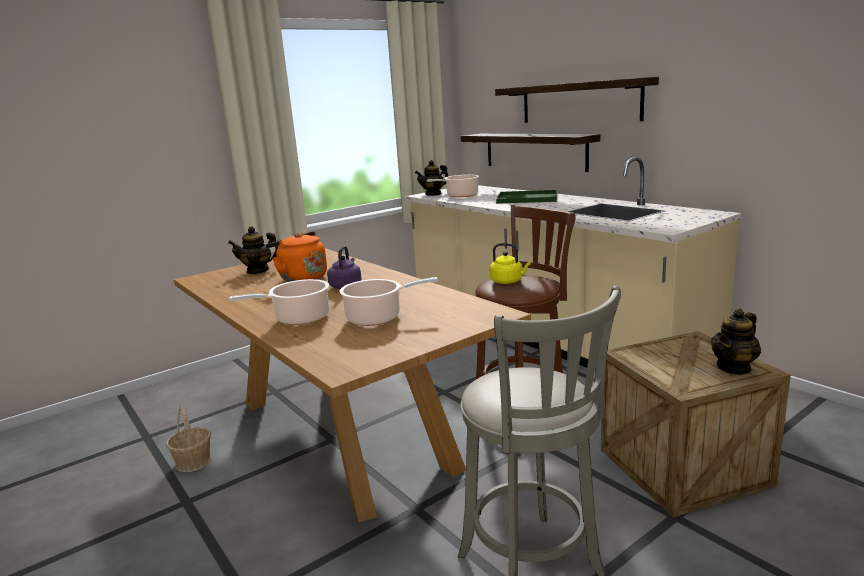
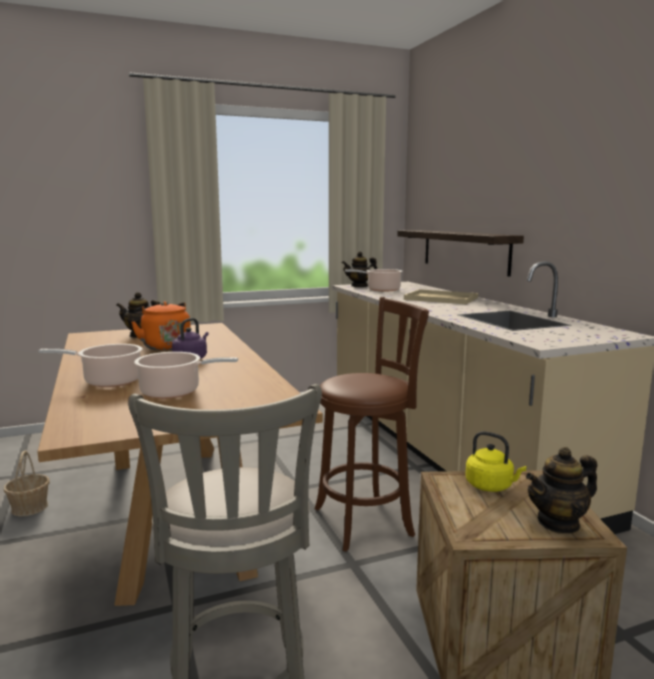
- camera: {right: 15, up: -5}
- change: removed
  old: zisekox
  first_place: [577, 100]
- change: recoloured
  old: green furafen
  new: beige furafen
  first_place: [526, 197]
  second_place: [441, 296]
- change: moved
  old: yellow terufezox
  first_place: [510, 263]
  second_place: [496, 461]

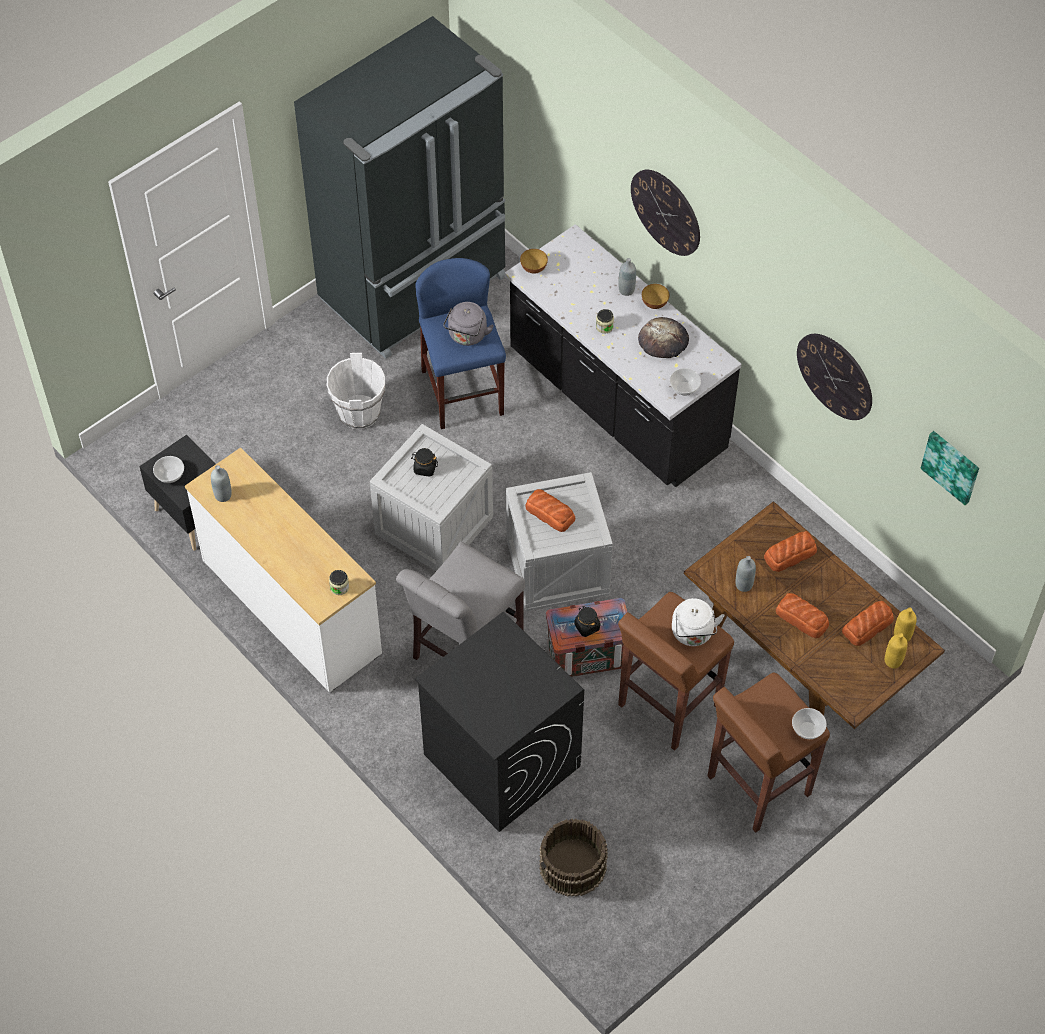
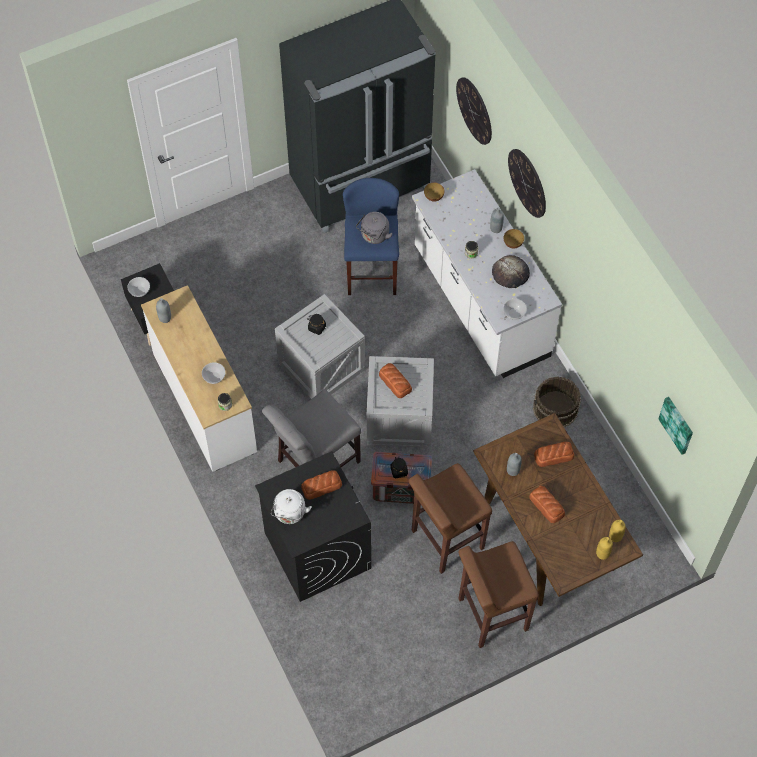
- camera: {right: 15, up: 5}
- change: recoloured
  old: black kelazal
  new: white kelazal
  first_place: [623, 355]
  second_place: [487, 273]
- change: moved
  old: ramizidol
  first_place: [834, 377]
  second_place: [474, 111]
- change: removed
  old: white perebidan
  first_place: [356, 391]
- change: moved
  old: white terufezox
  first_place: [698, 622]
  second_place: [291, 506]
- change: moved
  old: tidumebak
  first_place: [868, 623]
  second_place: [321, 485]
- change: moved
  old: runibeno
  first_place: [809, 723]
  second_place: [213, 373]
- change: moved
  old: brown perebidan
  first_place: [573, 857]
  second_place: [557, 401]

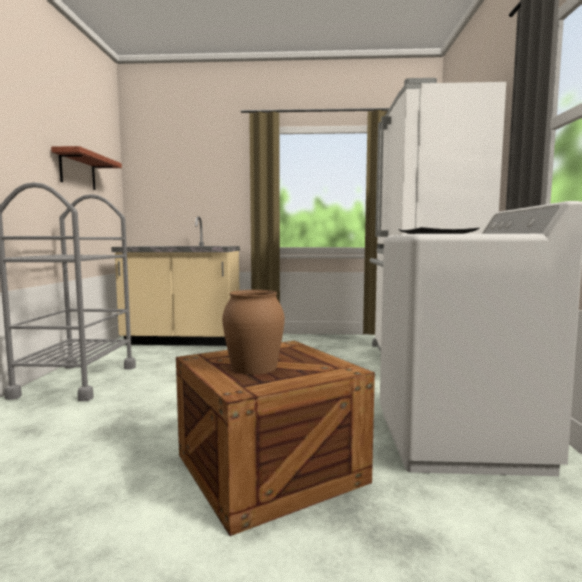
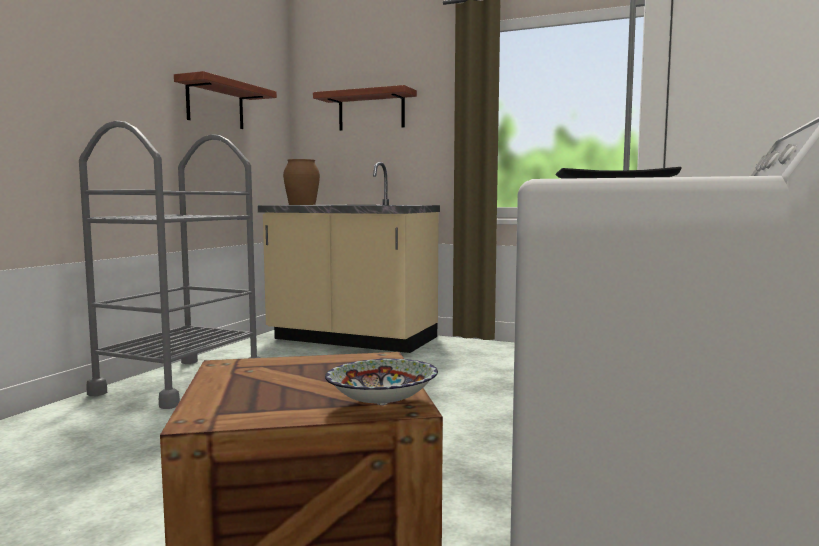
- camera: {right: 20, up: 0}
- change: moved
  old: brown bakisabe
  first_place: [253, 332]
  second_place: [301, 182]
- change: added
  new: zisekox
  second_place: [365, 108]
- change: added
  new: runibeno
  second_place: [381, 382]

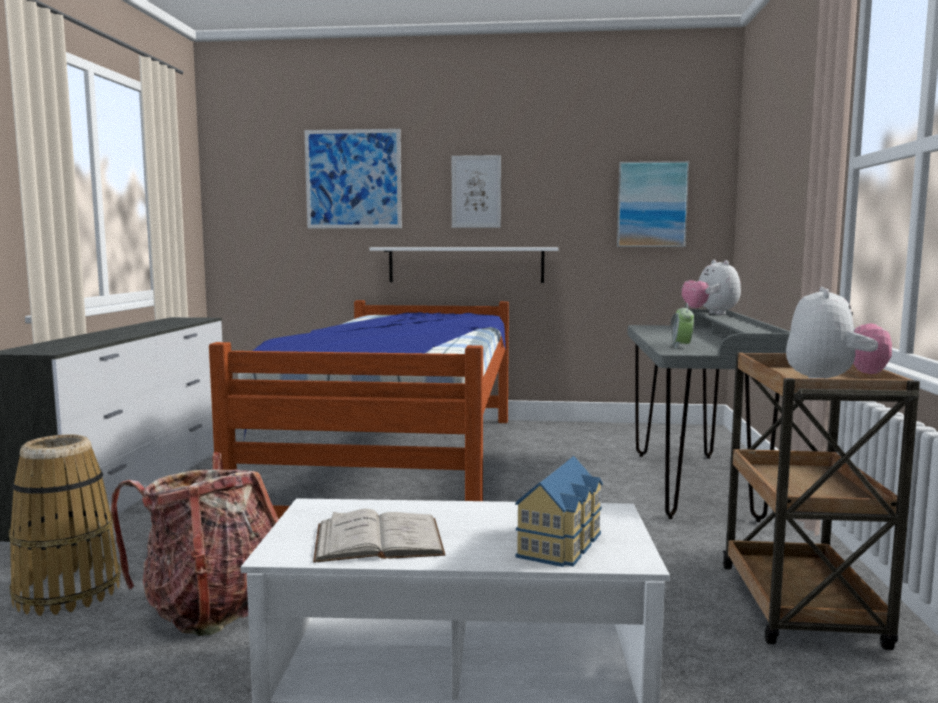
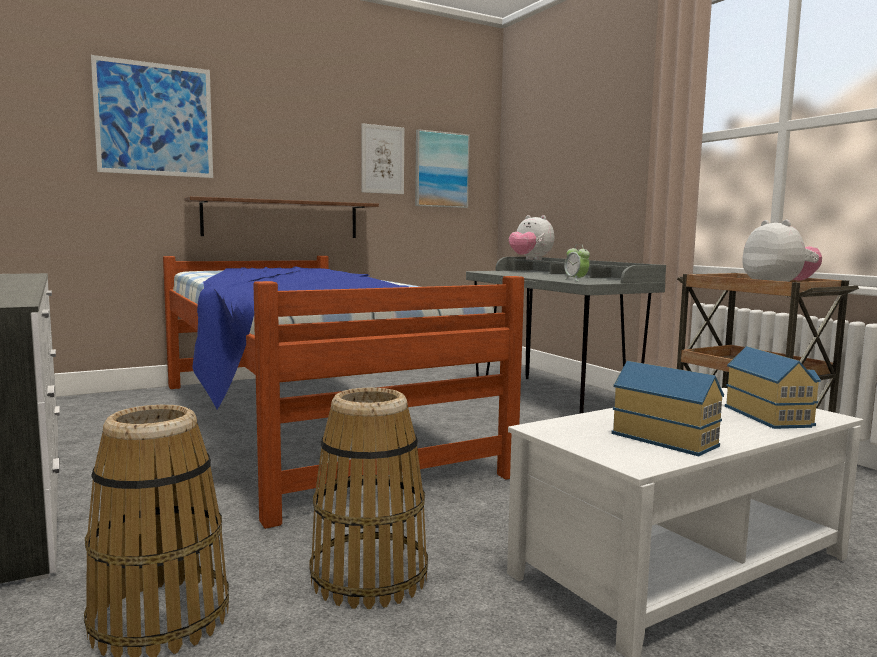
- camera: {right: -35, up: 0}
- change: moved
  old: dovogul
  first_place: [476, 191]
  second_place: [383, 158]
- change: recoloured
  old: white zisekox
  new: brown zisekox
  first_place: [464, 265]
  second_place: [281, 217]
- change: replaced
  old: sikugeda
  new: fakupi
  first_place: [195, 544]
  second_place: [369, 498]
- change: replaced
  old: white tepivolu
  new: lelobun
  first_place: [379, 536]
  second_place: [667, 408]

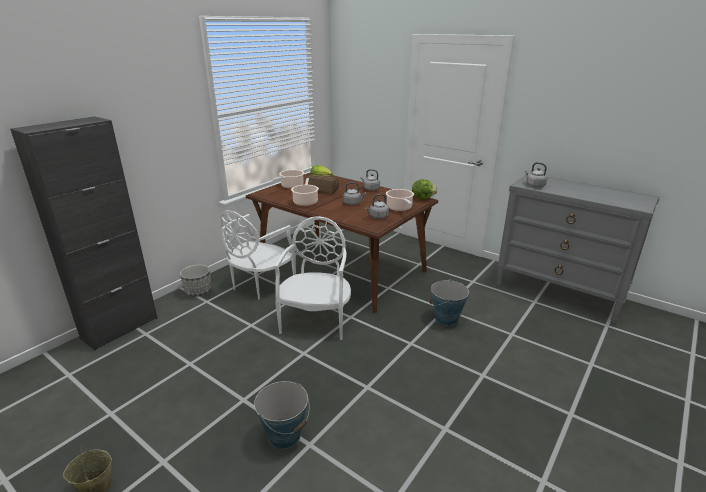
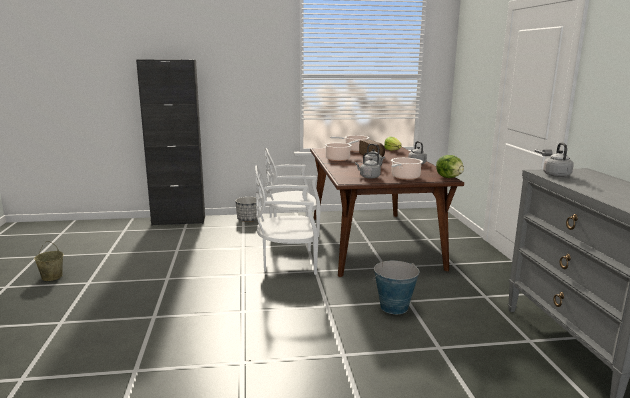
- camera: {right: 45, up: -10}
- change: turned
  old: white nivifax
  first_place: [312, 278]
  second_place: [286, 220]
  degrees: -150
- change: removed
  old: perebidan
  first_place: [282, 415]

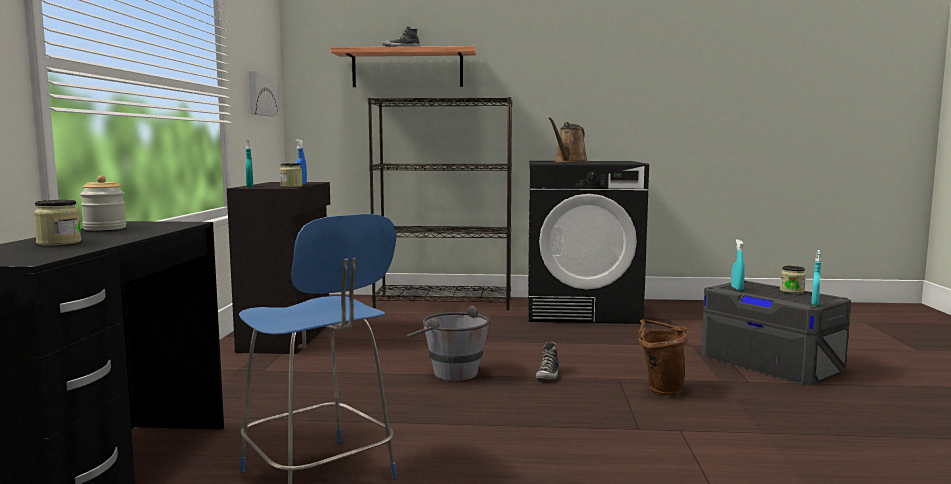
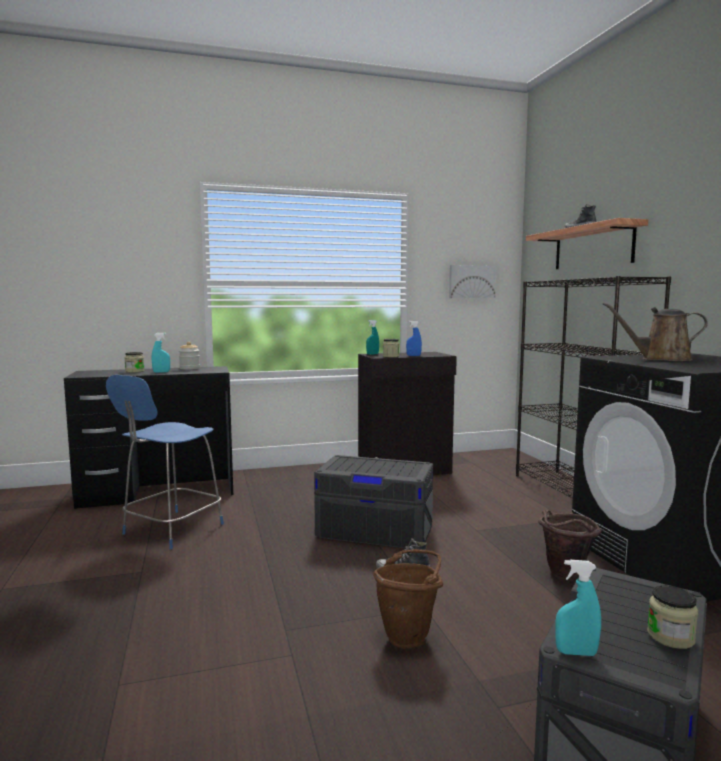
- camera: {right: 70, up: 0}
- change: moved
  old: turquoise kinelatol
  first_place: [738, 264]
  second_place: [161, 353]
- change: replaced
  old: grey perebidan
  new: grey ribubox
  first_place: [448, 343]
  second_place: [373, 501]
- change: added
  new: brown perebidan
  second_place: [569, 544]

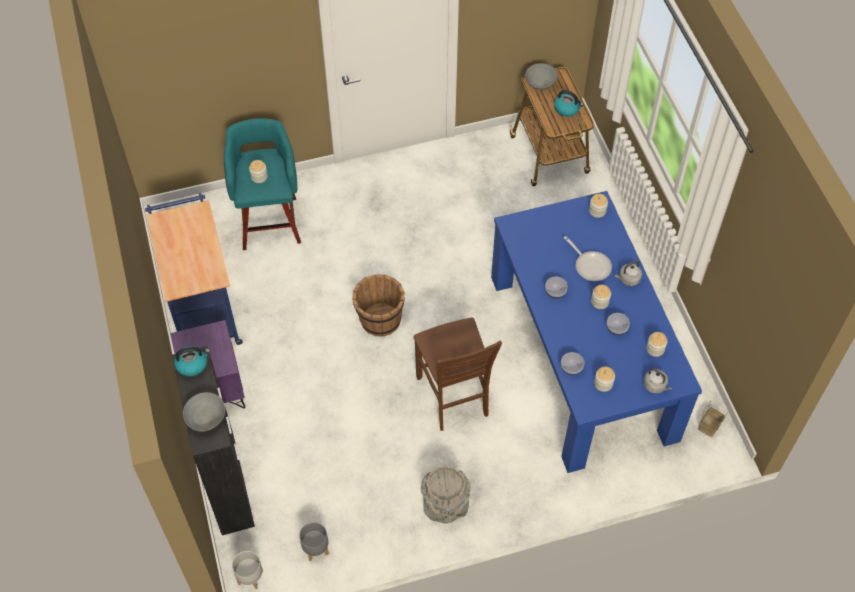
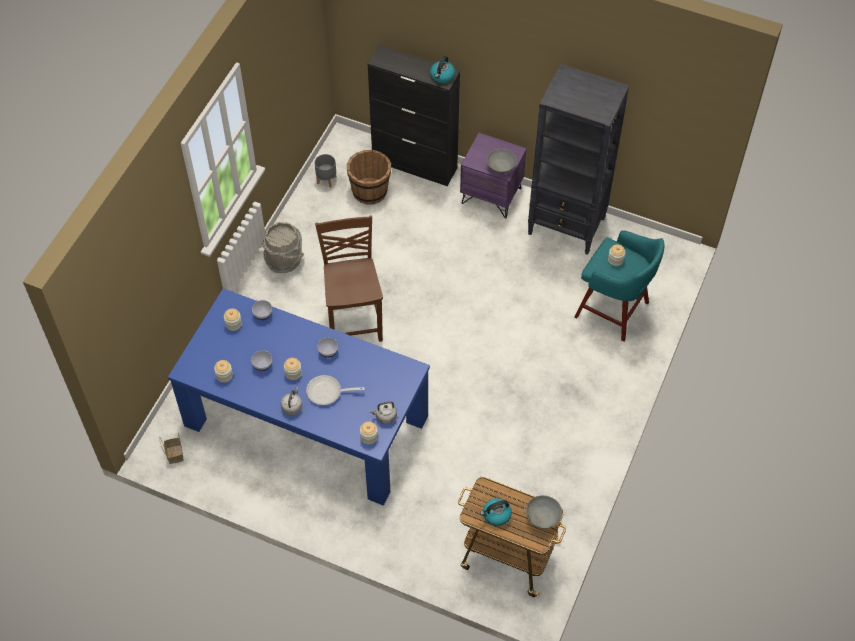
- camera: {right: 130, up: 0}
- change: replaced
  old: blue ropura
  new: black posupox
  first_place: [194, 269]
  second_place: [578, 159]
- change: moved
  old: brown perebidan
  first_place: [378, 305]
  second_place: [369, 177]
- change: turned
  old: brown nivifax
  first_place: [458, 374]
  second_place: [349, 279]
  degrees: 60
- change: moved
  old: grey terufezox
  first_place: [657, 380]
  second_place: [383, 412]
- change: moved
  old: grey runibeno
  first_place: [204, 412]
  second_place: [502, 161]
- change: removed
  old: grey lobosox
  first_place: [247, 570]

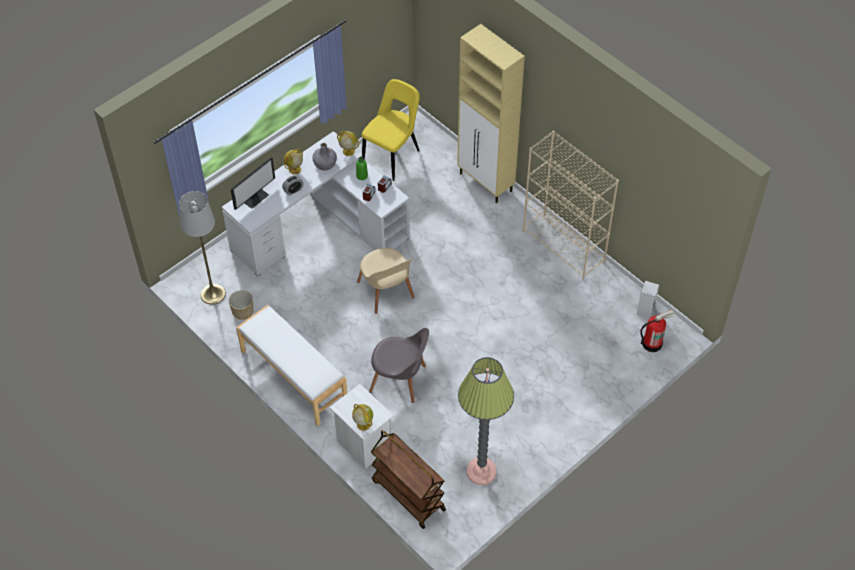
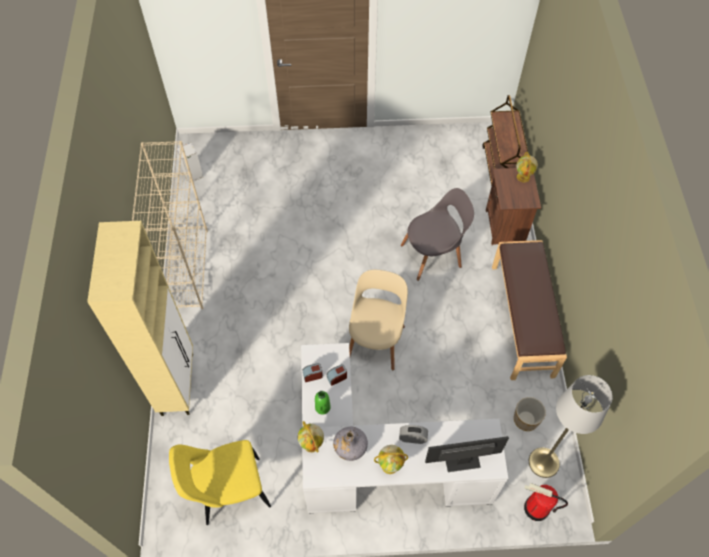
- camera: {right: -140, up: 5}
- change: recoloured
  old: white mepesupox
  new: brown mepesupox
  first_place: [291, 365]
  second_place: [529, 310]
- change: moved
  old: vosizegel
  first_place: [657, 331]
  second_place: [546, 502]
- change: turned
  old: grey nivifax
  first_place: [399, 365]
  second_place: [437, 234]
  degrees: 105
- change: removed
  old: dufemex
  first_place: [486, 421]
- change: recoloured
  old: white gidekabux
  new: brown gidekabux
  first_place: [362, 426]
  second_place: [513, 206]

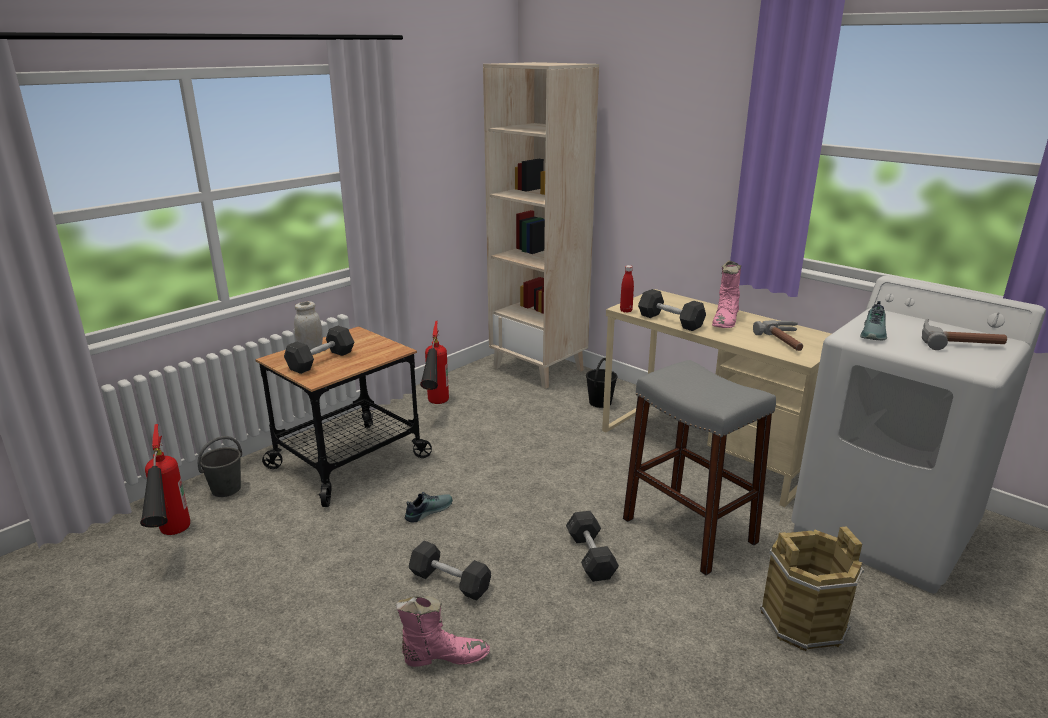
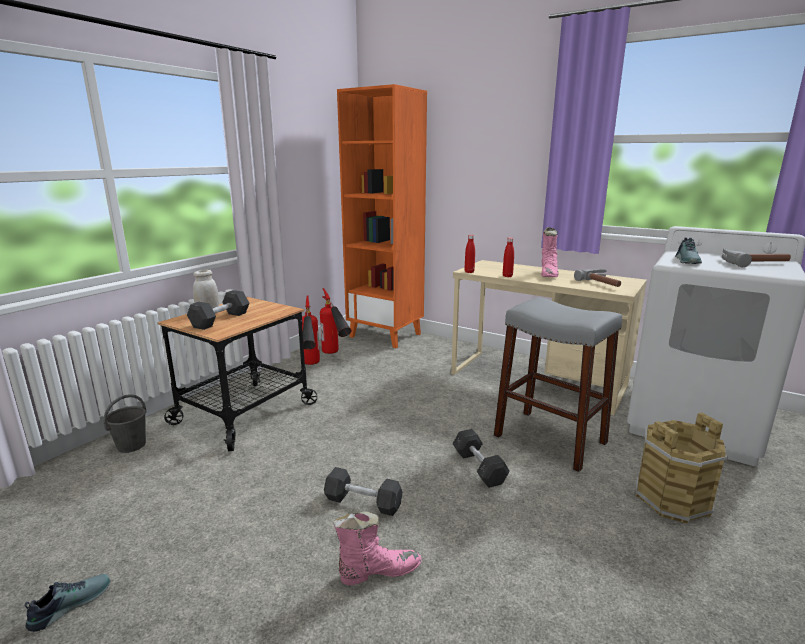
- camera: {right: -10, up: -5}
- change: recoloured
  old: beige posupox
  new: orange posupox
  first_place: [541, 225]
  second_place: [382, 216]
- change: replaced
  old: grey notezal
  new: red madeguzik
  first_place: [672, 310]
  second_place: [508, 257]
- change: removed
  old: black perebidan
  first_place: [601, 383]
- change: moved
  old: vosizegel
  first_place: [165, 479]
  second_place: [336, 321]
- change: moved
  old: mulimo
  first_place: [429, 507]
  second_place: [67, 603]

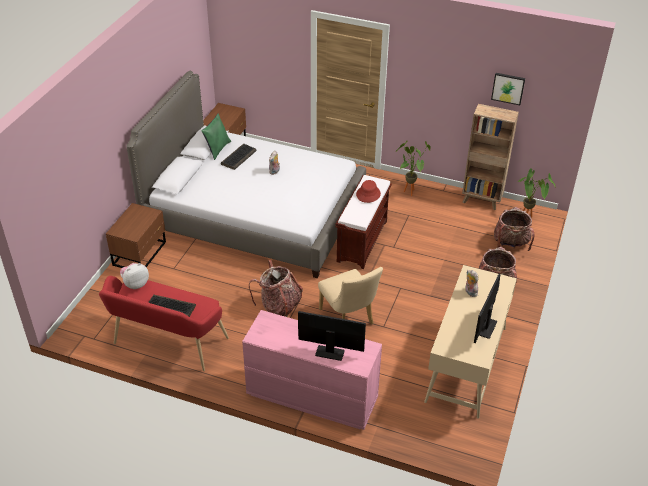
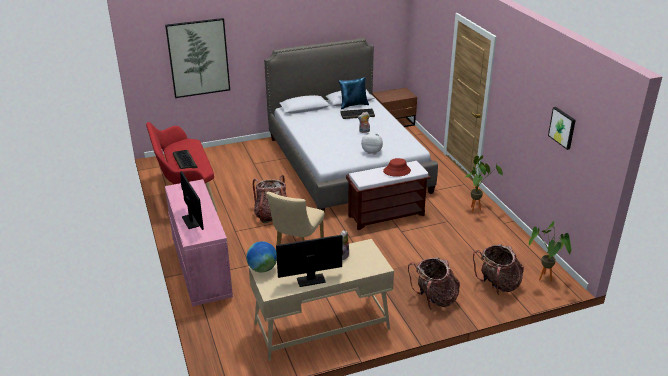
- camera: {right: 50, up: -10}
- change: removed
  old: brown posupox
  first_place: [490, 157]
- change: recoloured
  old: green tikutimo
  new: blue tikutimo
  first_place: [216, 137]
  second_place: [354, 93]
- change: removed
  old: brown gidekabux
  first_place: [136, 235]
- change: moved
  old: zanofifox
  first_place: [134, 276]
  second_place: [372, 143]
- change: added
  new: dovogul
  second_place: [197, 58]
- change: added
  new: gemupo
  second_place: [261, 257]

